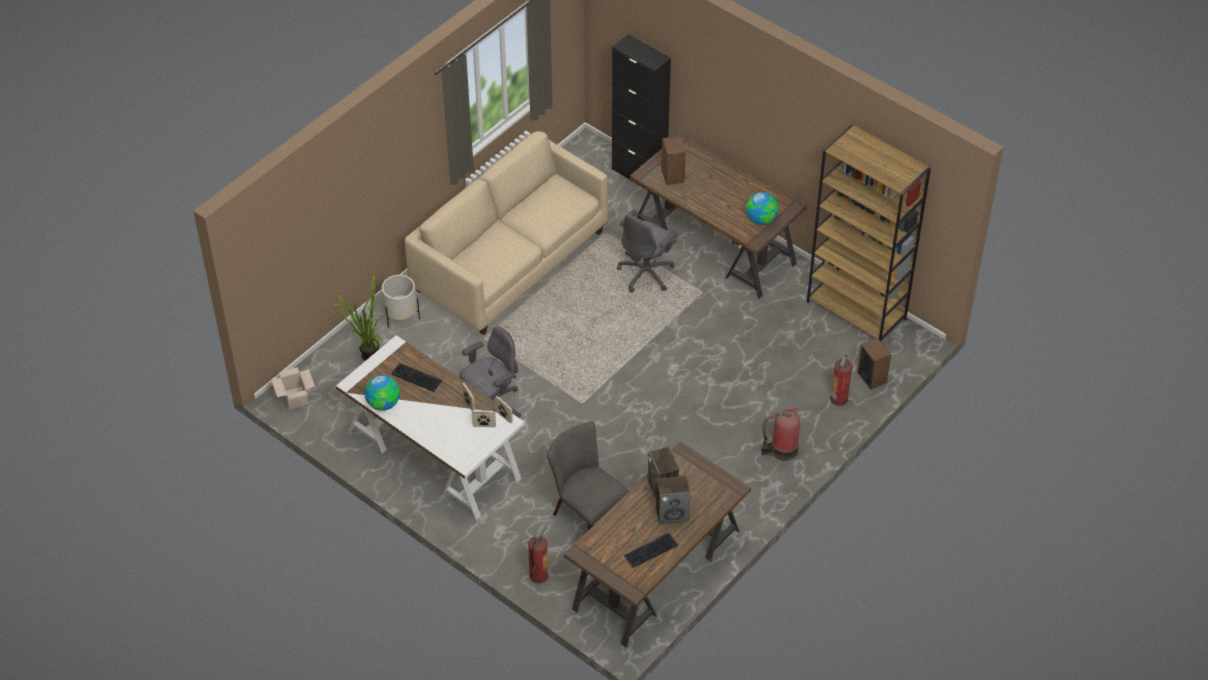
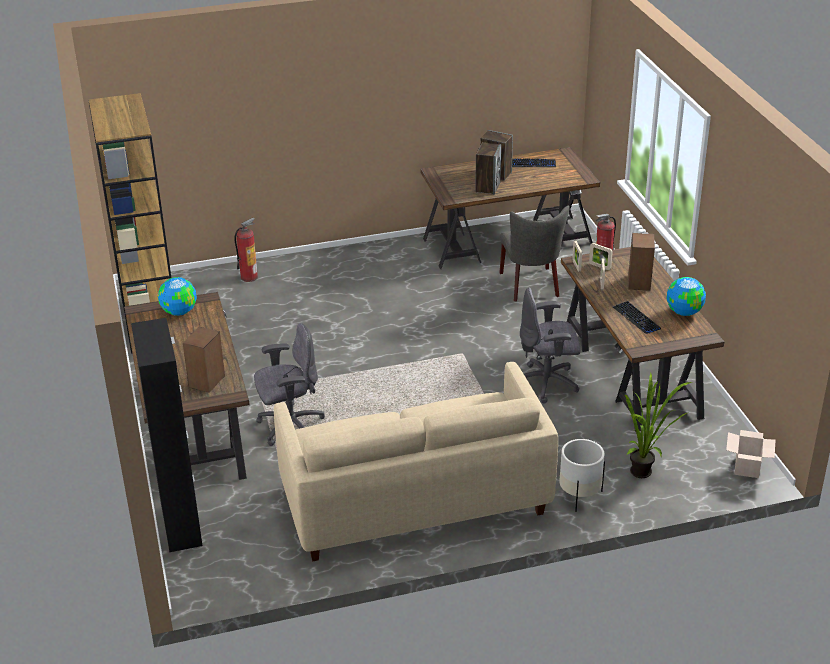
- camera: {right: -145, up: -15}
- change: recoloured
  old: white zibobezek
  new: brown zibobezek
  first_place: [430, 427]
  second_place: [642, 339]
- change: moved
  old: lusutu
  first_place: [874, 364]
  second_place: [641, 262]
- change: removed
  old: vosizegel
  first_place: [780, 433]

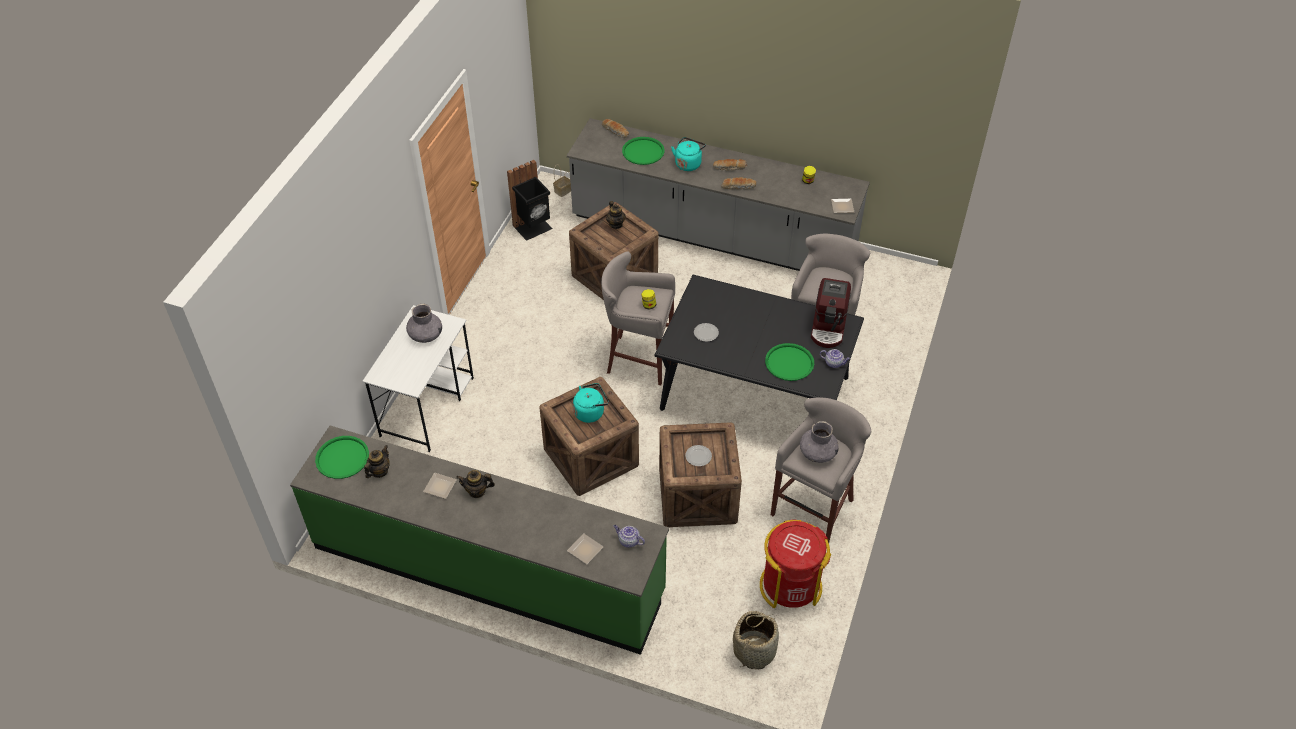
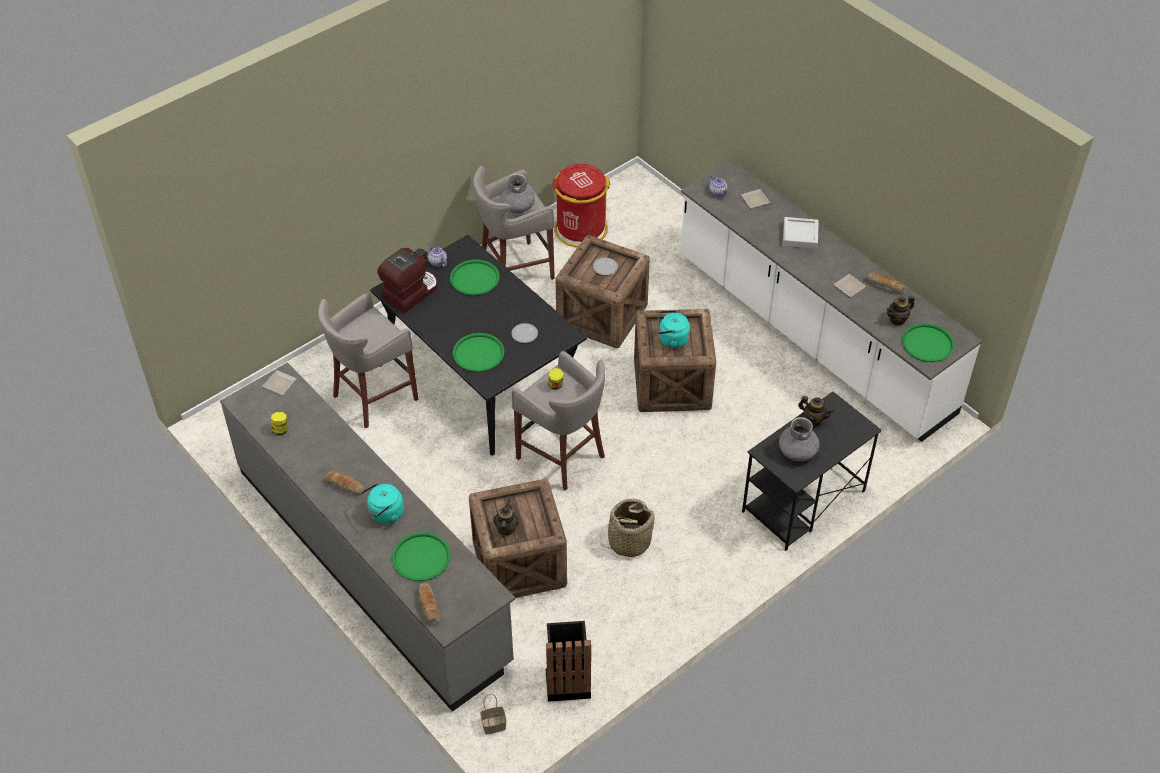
- camera: {right: -150, up: 0}
- change: moved
  old: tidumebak
  first_place: [738, 183]
  second_place: [886, 283]
- change: recoloured
  old: white zibobezek
  new: black zibobezek
  first_place: [418, 378]
  second_place: [812, 471]
- change: recoloured
  old: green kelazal
  new: white kelazal
  first_place: [479, 540]
  second_place: [831, 301]
- change: moved
  old: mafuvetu
  first_place: [475, 484]
  second_place: [815, 410]
- change: moved
  old: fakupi
  first_place: [756, 640]
  second_place: [629, 527]
- change: added
  new: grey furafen
  second_place: [801, 233]
- change: added
  new: green furafen
  second_place: [478, 352]

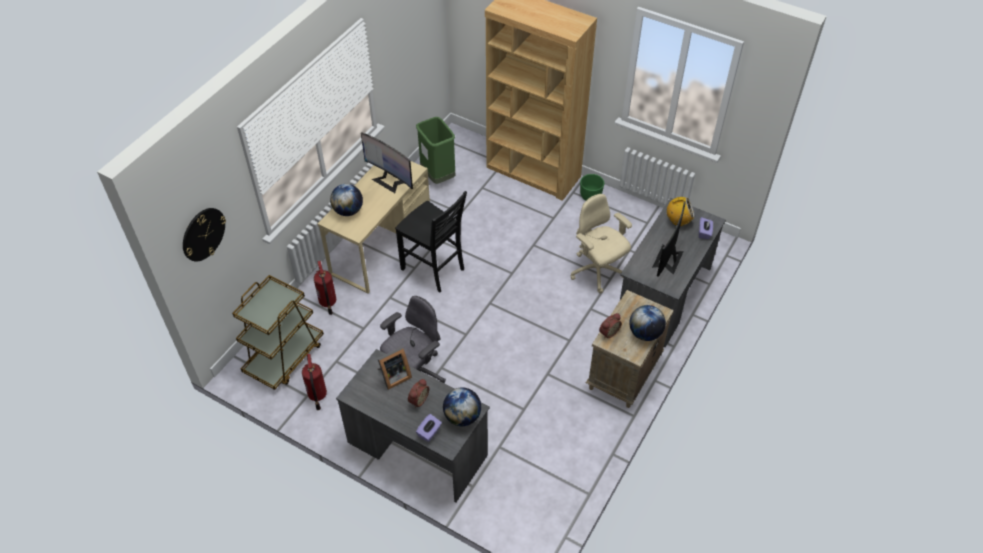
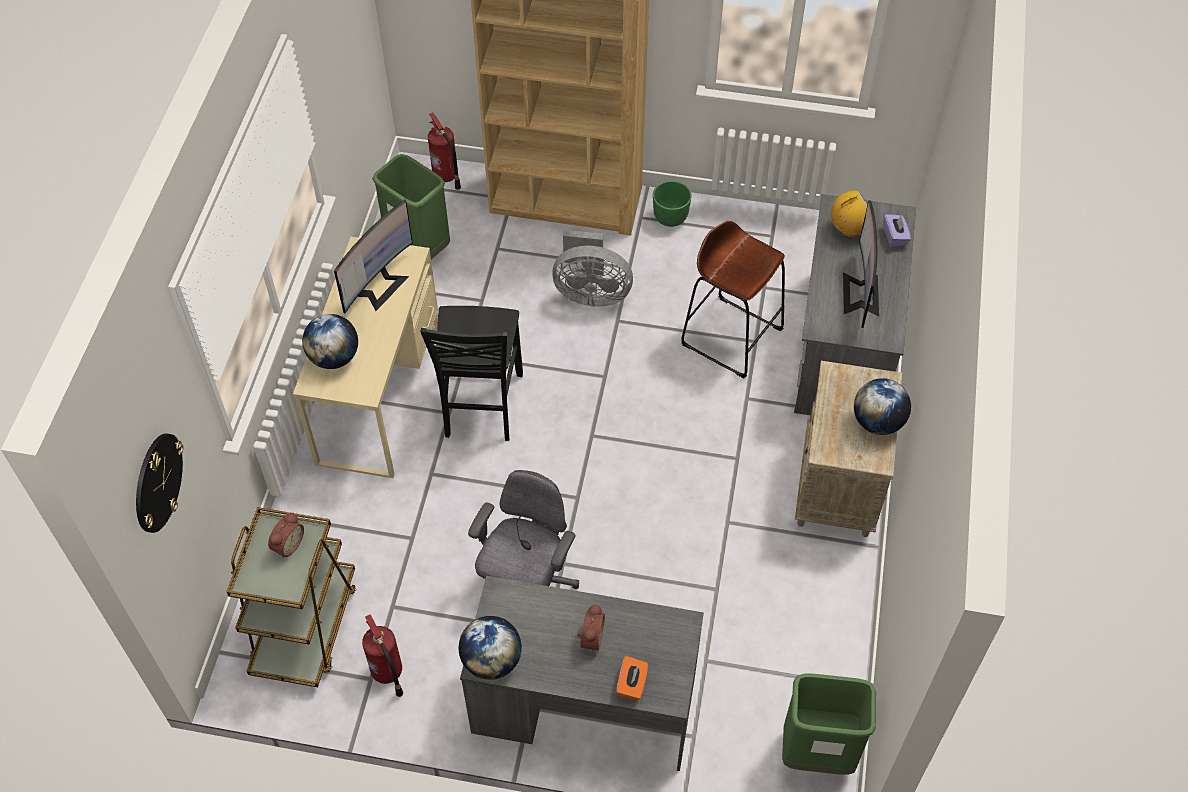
- camera: {right: -20, up: 5}
- change: turned
  old: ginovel
  first_place: [387, 162]
  second_place: [373, 256]
  degrees: -75
- change: turned
  old: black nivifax
  first_place: [431, 242]
  second_place: [471, 373]
  degrees: 75
- change: replaced
  old: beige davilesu
  new: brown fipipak
  first_place: [601, 244]
  second_place: [733, 299]
- change: moved
  old: vosizegel
  first_place: [325, 288]
  second_place: [444, 151]
- change: moved
  old: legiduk
  first_place: [610, 326]
  second_place: [286, 535]
- change: removed
  old: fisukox
  first_place: [394, 368]
- change: moved
  old: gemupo
  first_place: [462, 407]
  second_place: [490, 648]
- change: recoloured
  old: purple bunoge
  new: orange bunoge
  first_place: [429, 428]
  second_place: [632, 678]
- change: added
  new: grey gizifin
  second_place: [592, 268]
- change: added
  new: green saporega
  second_place: [829, 724]

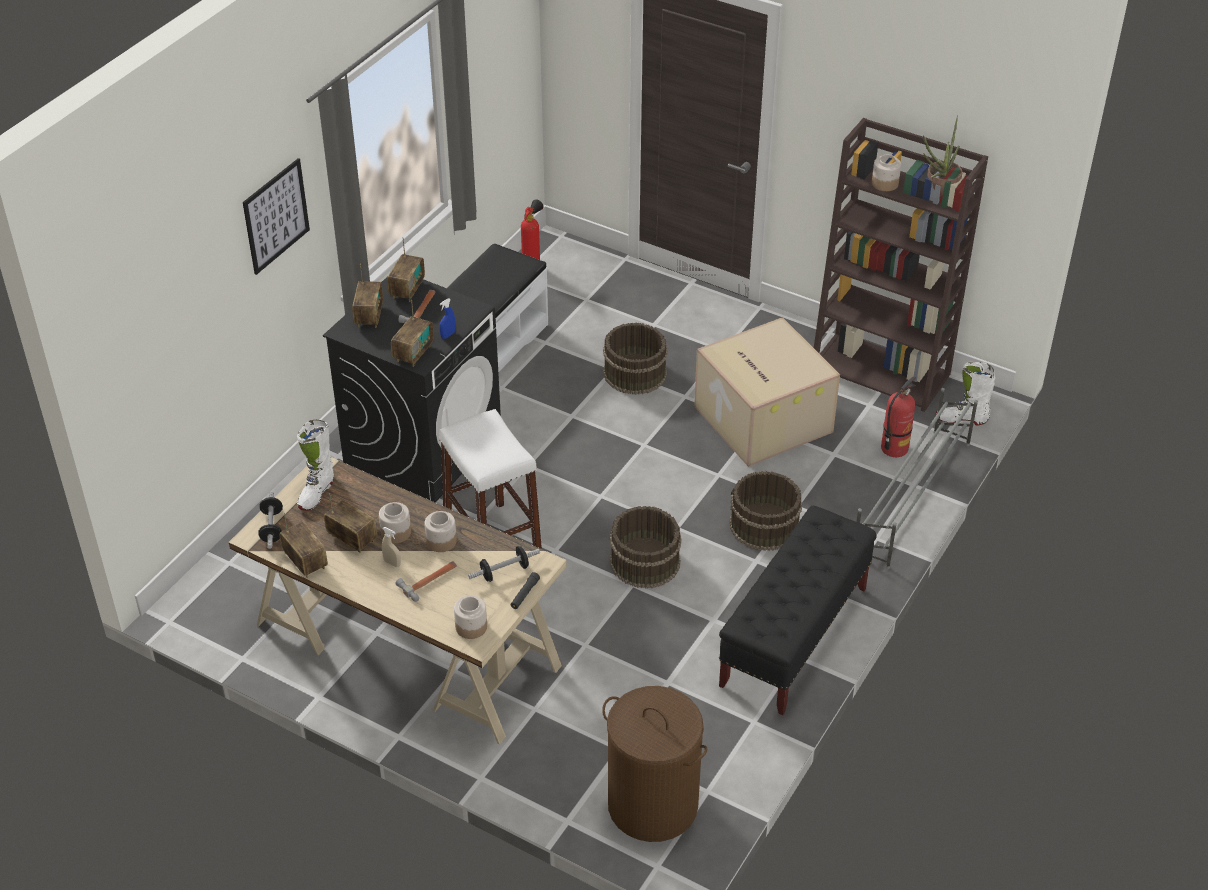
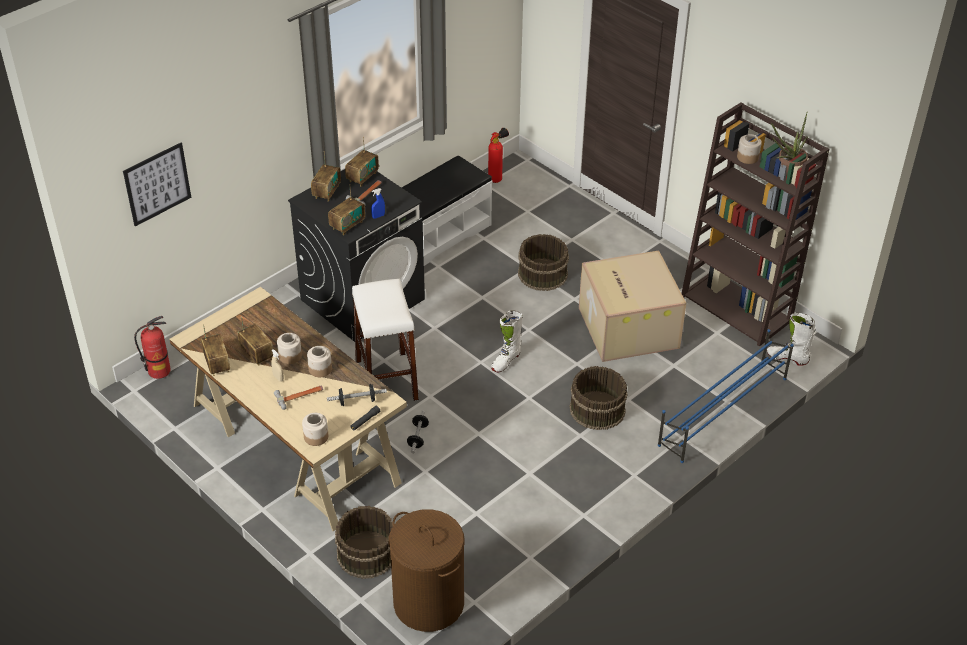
- camera: {right: 15, up: 0}
- change: moved
  old: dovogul
  first_place: [276, 216]
  second_place: [157, 184]
- change: moved
  old: vosizegel
  first_place: [898, 416]
  second_place: [152, 347]
- change: recoloured
  old: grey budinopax
  new: blue budinopax
  first_place: [917, 478]
  second_place: [726, 396]
- change: moved
  old: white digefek
  first_place: [315, 465]
  second_place: [506, 341]
- change: moved
  old: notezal
  first_place: [270, 520]
  second_place: [418, 431]
- change: moved
  old: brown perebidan
  first_place: [646, 547]
  second_place: [364, 542]
- change: removed
  old: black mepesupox
  first_place: [798, 610]

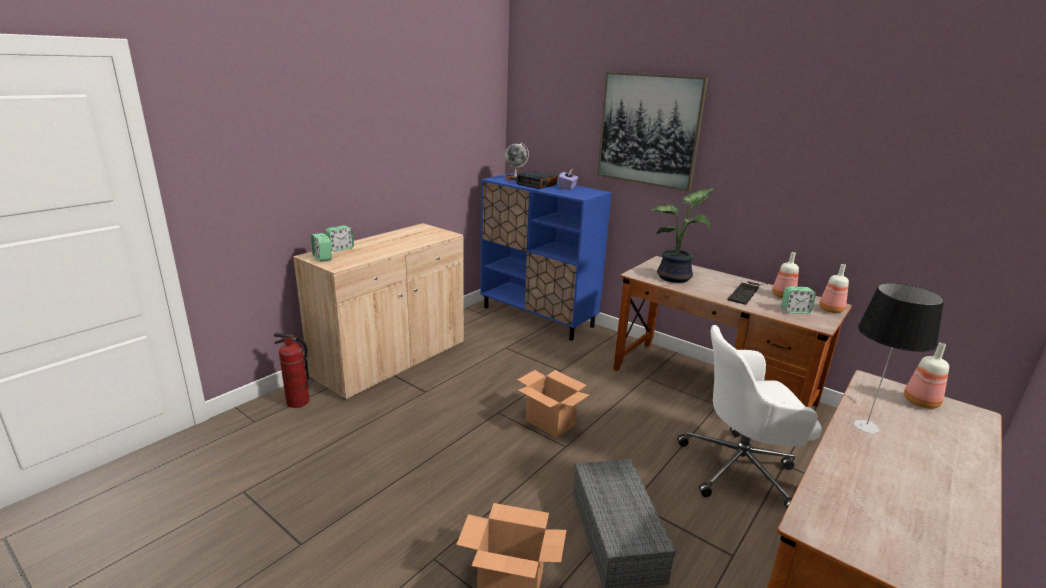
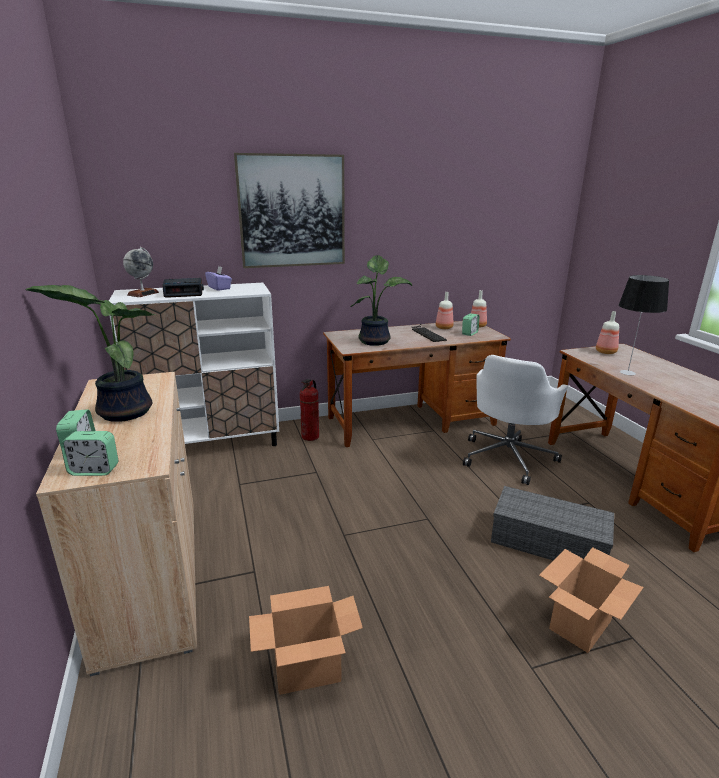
- camera: {right: -55, up: 0}
- change: recoloured
  old: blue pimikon
  new: white pimikon
  first_place: [546, 257]
  second_place: [194, 364]
- change: moved
  old: vosizegel
  first_place: [292, 370]
  second_place: [309, 410]
- change: moved
  old: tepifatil
  first_place: [553, 404]
  second_place: [306, 640]
- change: added
  new: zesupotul
  second_place: [90, 353]

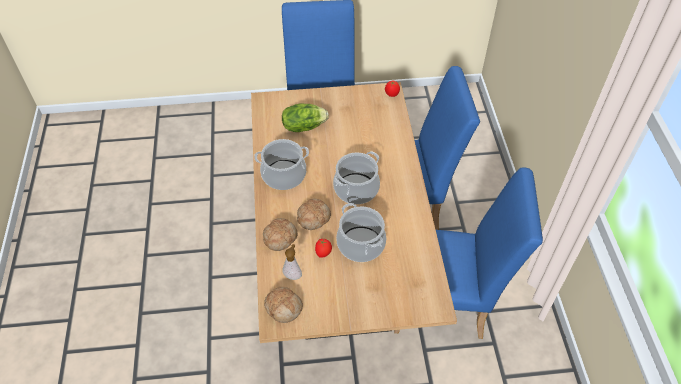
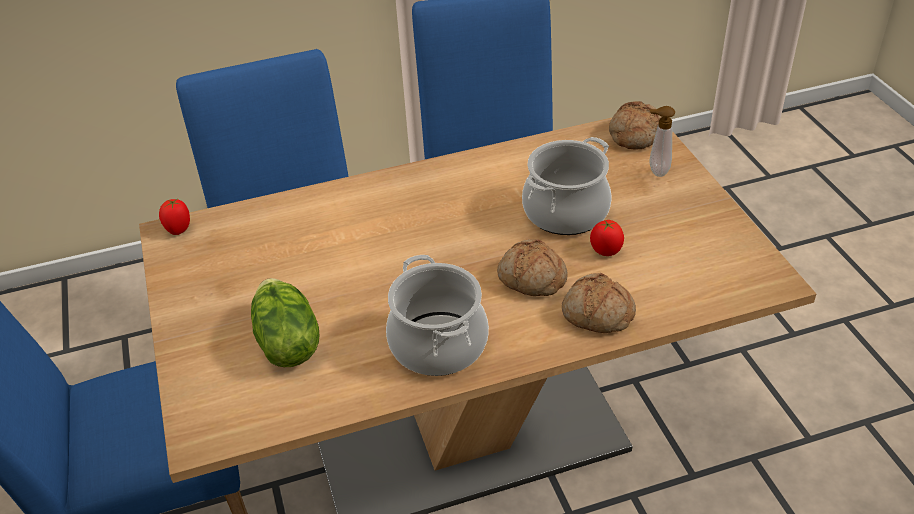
- camera: {right: -100, up: -10}
- change: removed
  old: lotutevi
  first_place: [356, 177]
- change: moved
  old: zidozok
  first_place: [292, 262]
  second_place: [662, 141]
- change: moved
  old: tidumebak
  first_place: [283, 305]
  second_place: [635, 125]

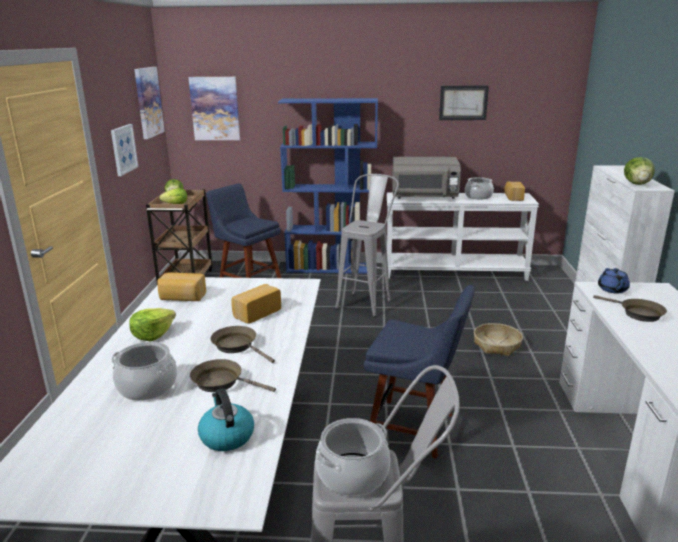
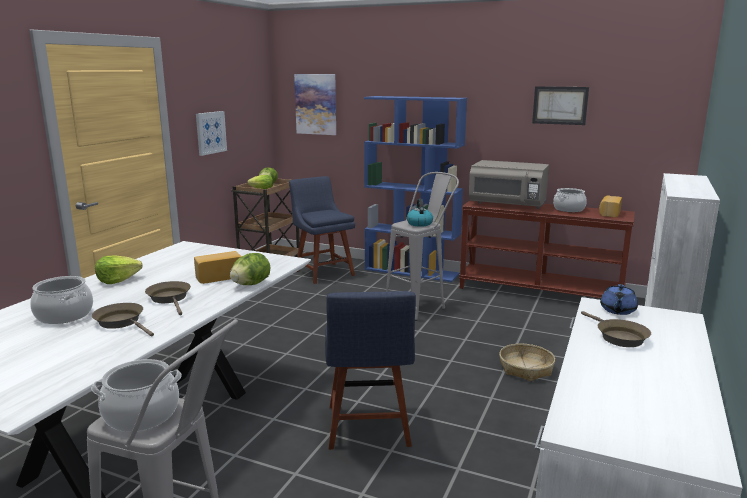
- camera: {right: 20, up: -5}
- change: removed
  old: dovogul
  first_place: [149, 103]
- change: moved
  old: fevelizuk
  first_place: [639, 171]
  second_place: [250, 269]
- change: recoloured
  old: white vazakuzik
  new: brown vazakuzik
  first_place: [463, 236]
  second_place: [547, 249]
- change: removed
  old: tidumebak
  first_place: [181, 287]
- change: turned
  old: blue nivifax
  first_place: [419, 372]
  second_place: [370, 370]
  degrees: 45
- change: moved
  old: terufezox
  first_place: [226, 419]
  second_place: [420, 213]

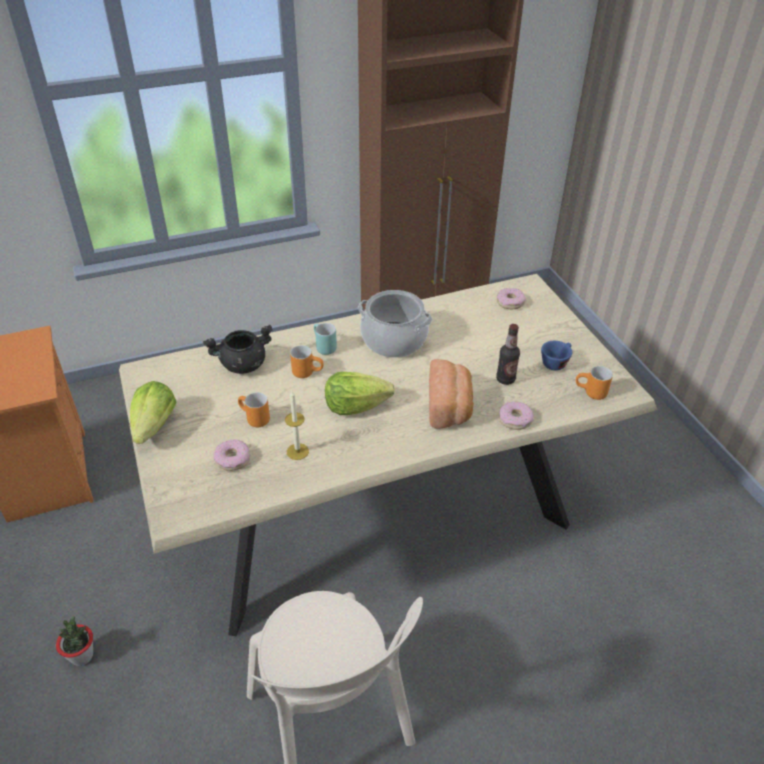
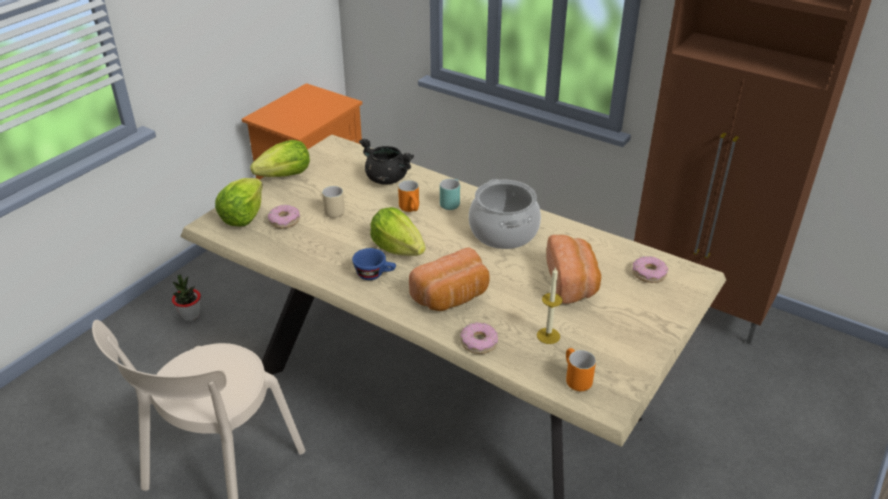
- camera: {right: 55, up: -5}
- change: removed
  old: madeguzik
  first_place: [508, 354]
- change: moved
  old: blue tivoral
  first_place: [556, 356]
  second_place: [374, 264]
- change: moved
  old: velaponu
  first_place: [297, 425]
  second_place: [550, 305]
- change: recoloured
  old: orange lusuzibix
  new: beige lusuzibix
  first_place: [254, 409]
  second_place: [333, 202]
- change: added
  new: fevelizuk
  second_place: [239, 202]
- change: added
  new: tidumebak
  second_place: [573, 269]

